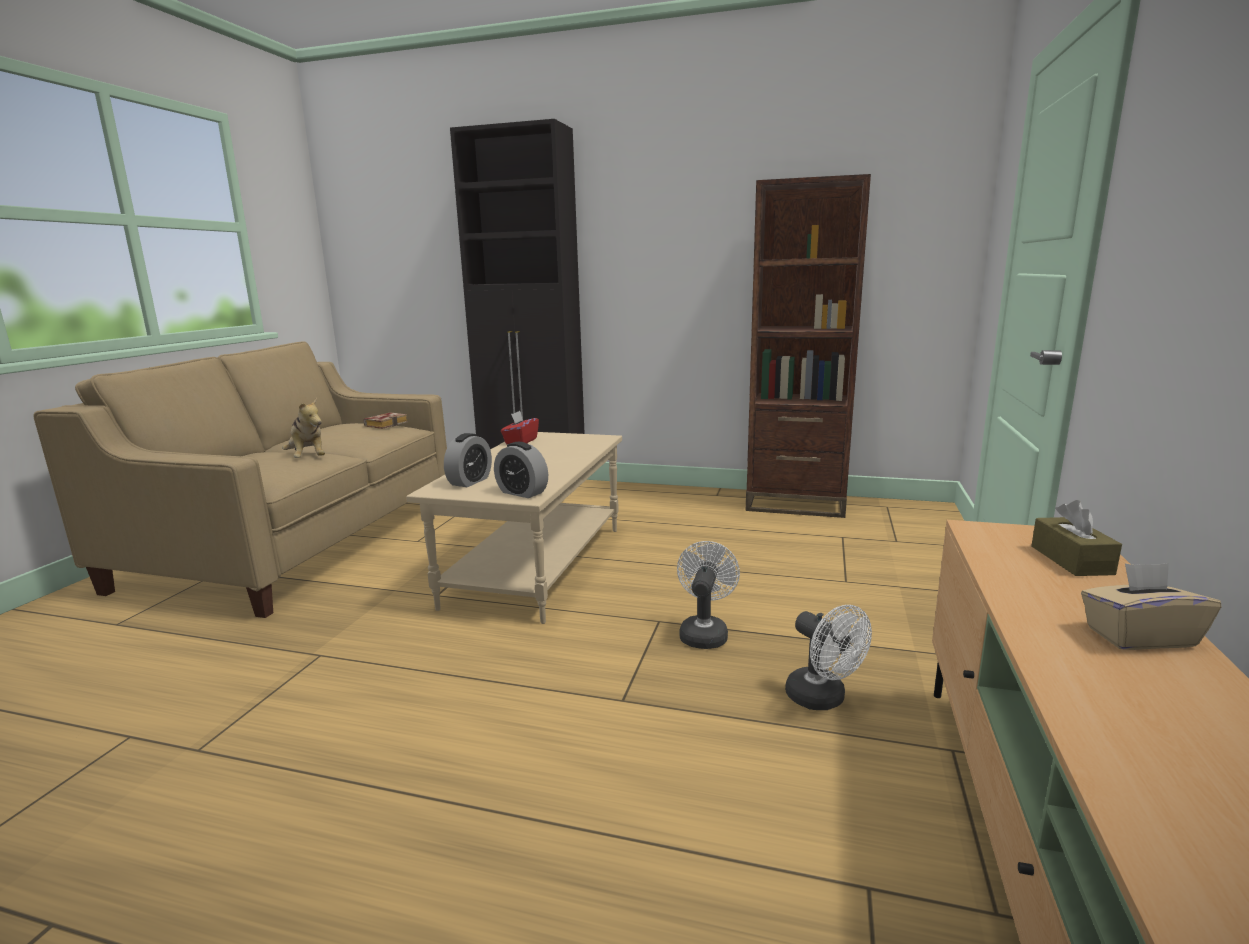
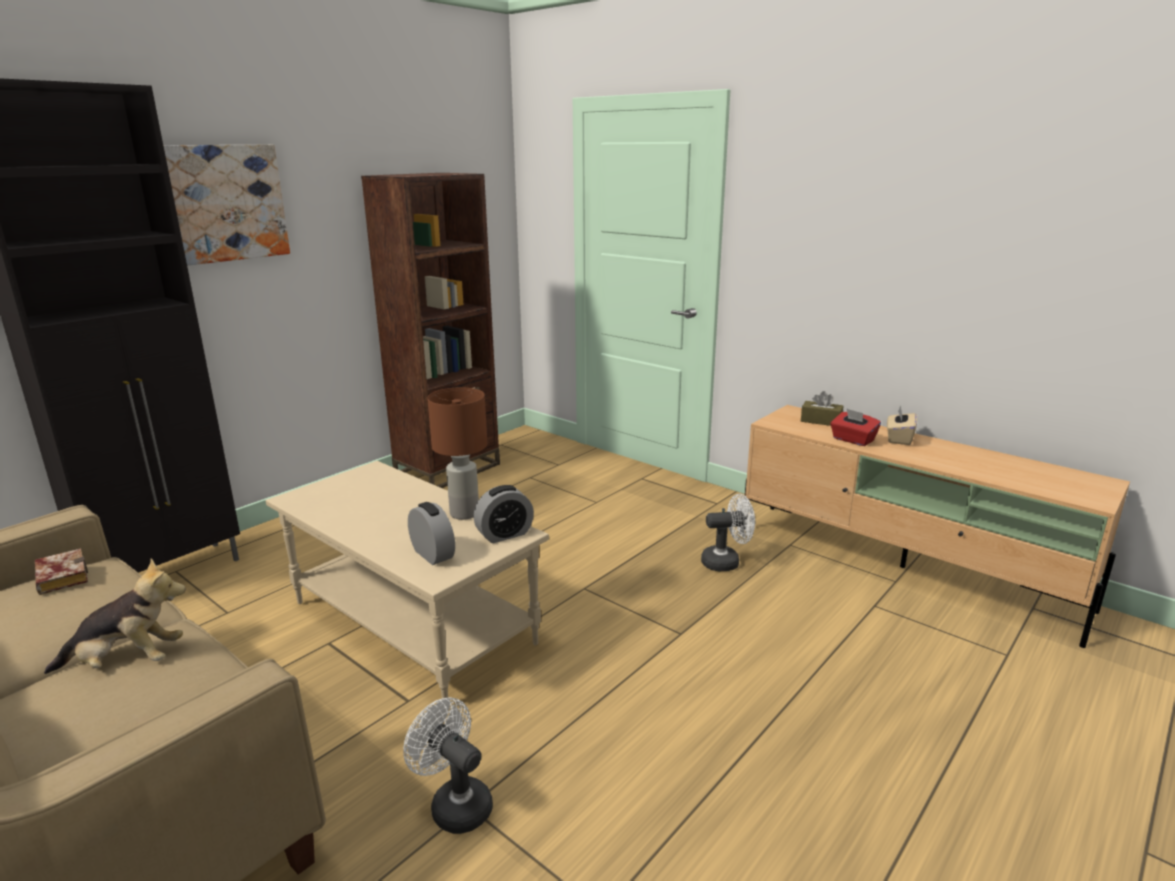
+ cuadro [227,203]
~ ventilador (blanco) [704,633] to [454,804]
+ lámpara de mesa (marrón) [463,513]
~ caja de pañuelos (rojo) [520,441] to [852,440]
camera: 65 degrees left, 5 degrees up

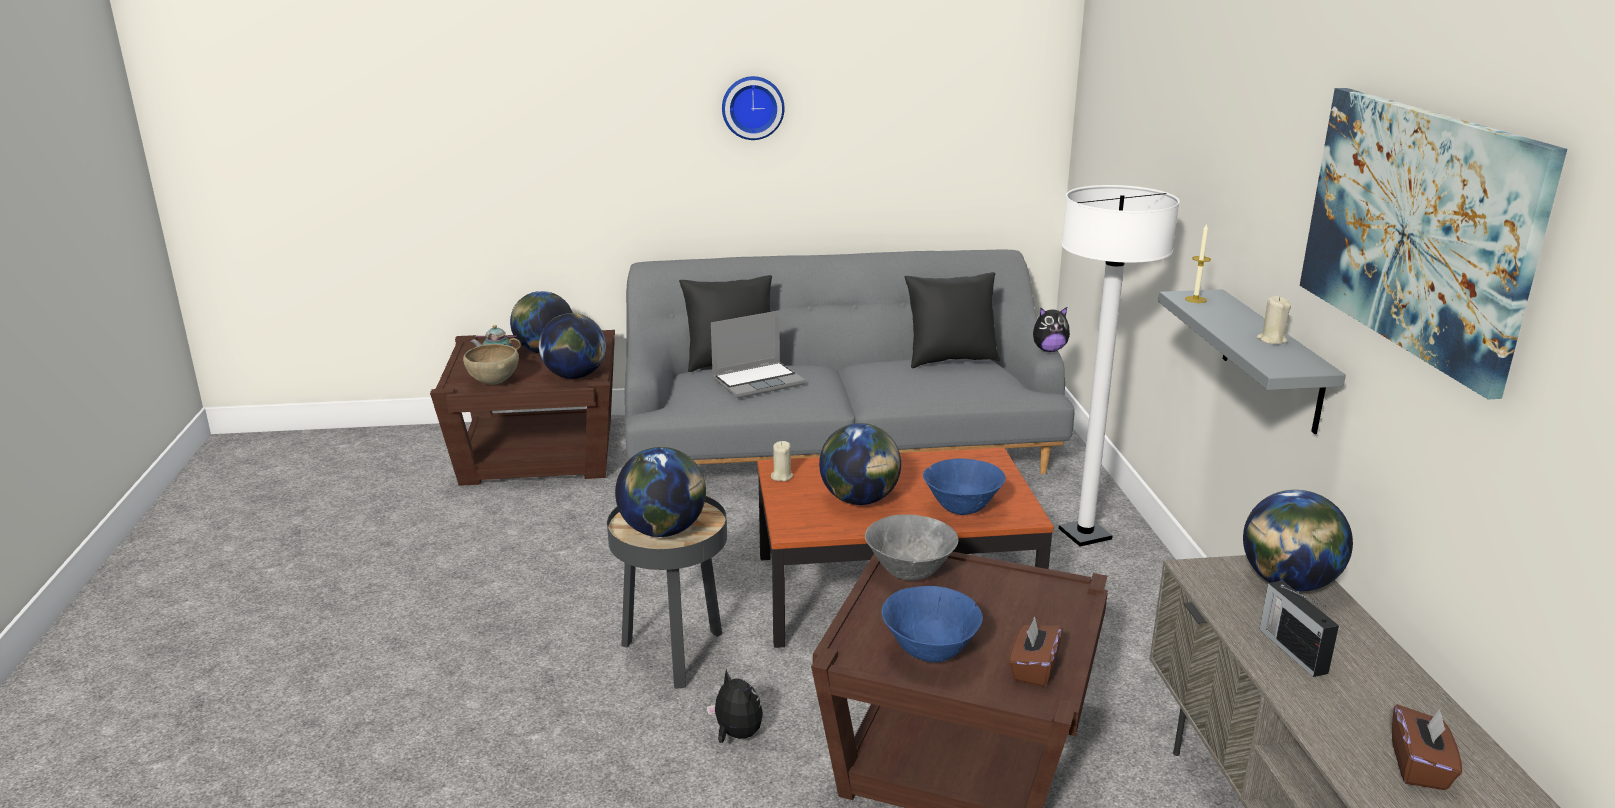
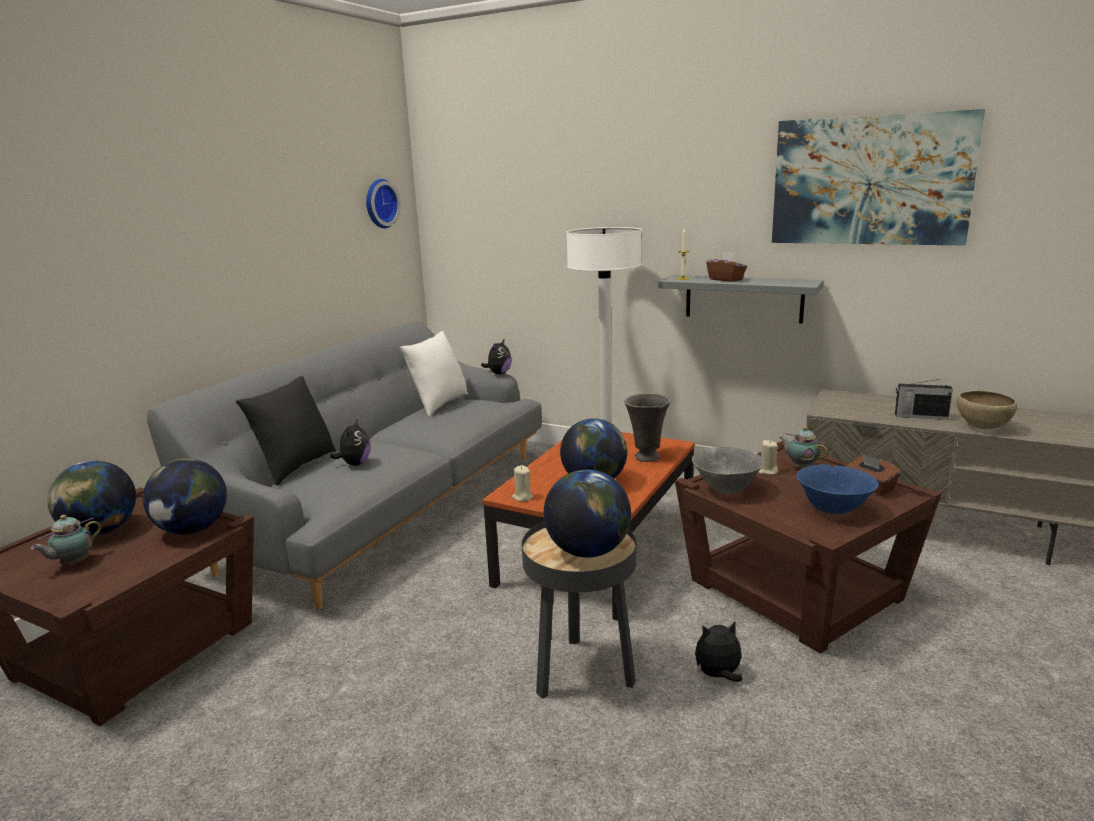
~ portátil [758,381] to peluche [355,464]
~ reloj de pared [752,107] to [379,203]
~ cojín (negro) [950,360] to cojín (blanco) [438,404]
~ cuenco (azul) [961,509] to florero (gris) [646,458]
~ caja de pañuelos (marrón) [1419,767] to [726,279]
~ vela (beis) [1271,340] to [767,471]
+ tetera [800,467]
~ cuenco (marrón) [493,383] to [982,428]
- globo terráqueo [1288,583]
camera: 55 degrees left, 5 degrees down

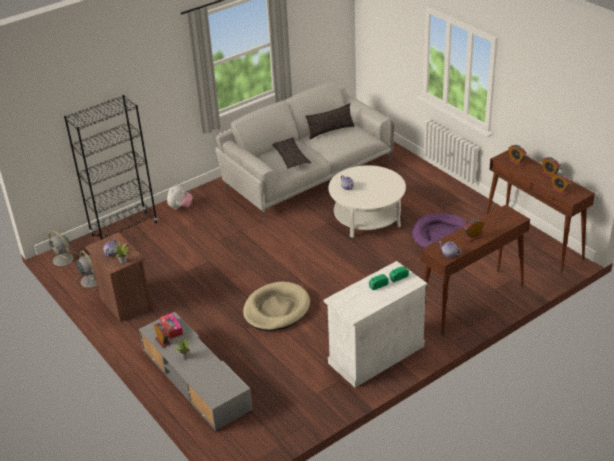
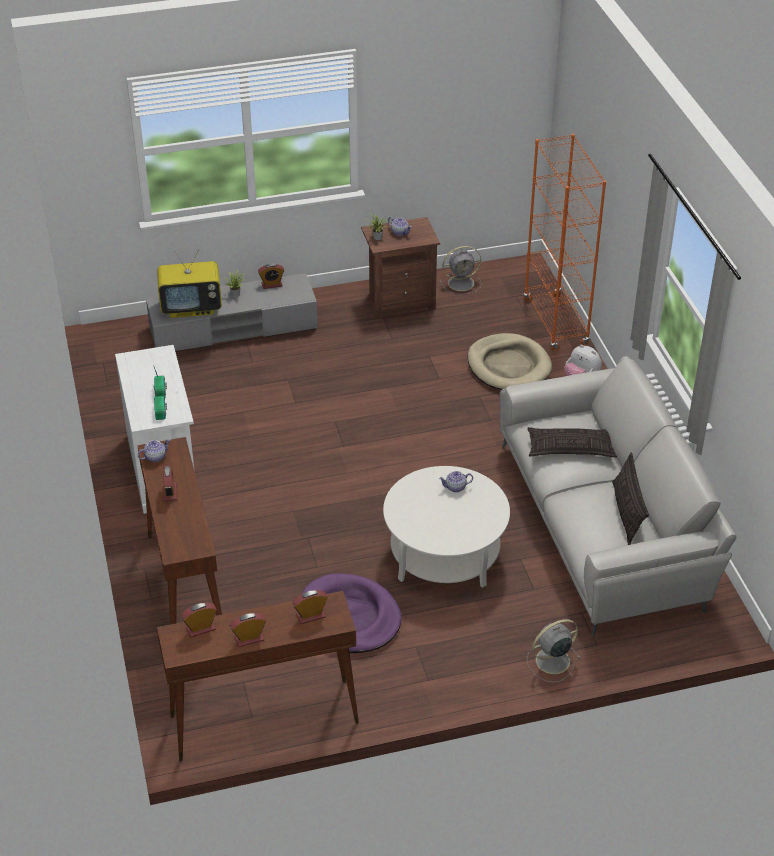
+ televisor [192,307]
~ cama para perro (beis) [276,309] to [508,366]
~ estantería (negro) [124,229] to estantería (naranja) [555,323]
~ ventilador (gris) [63,260] to [551,661]
- caja de pañuelos [171,329]
camera: 110 degrees right, 5 degrees up

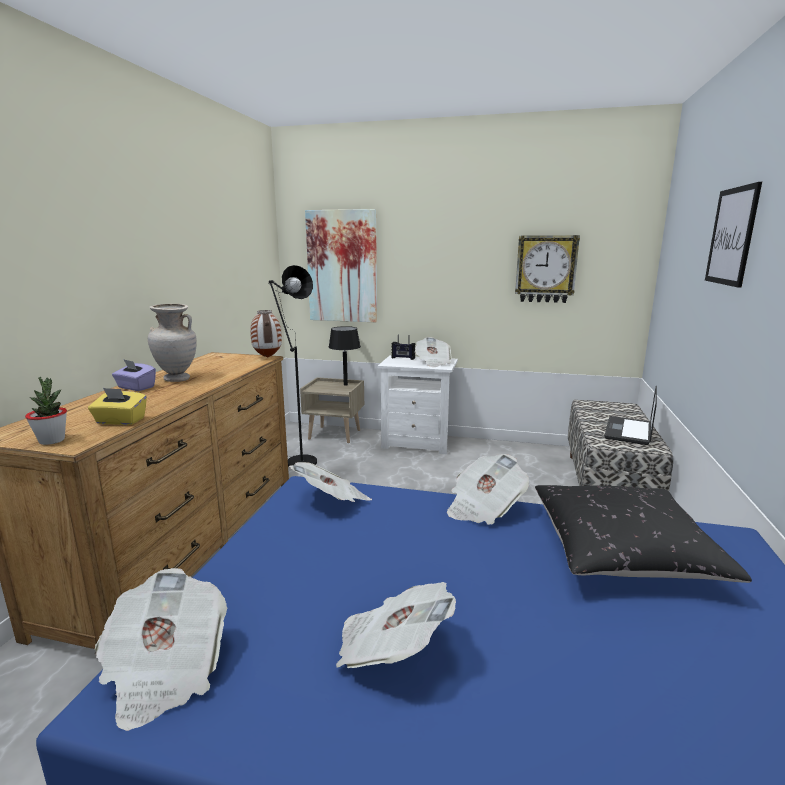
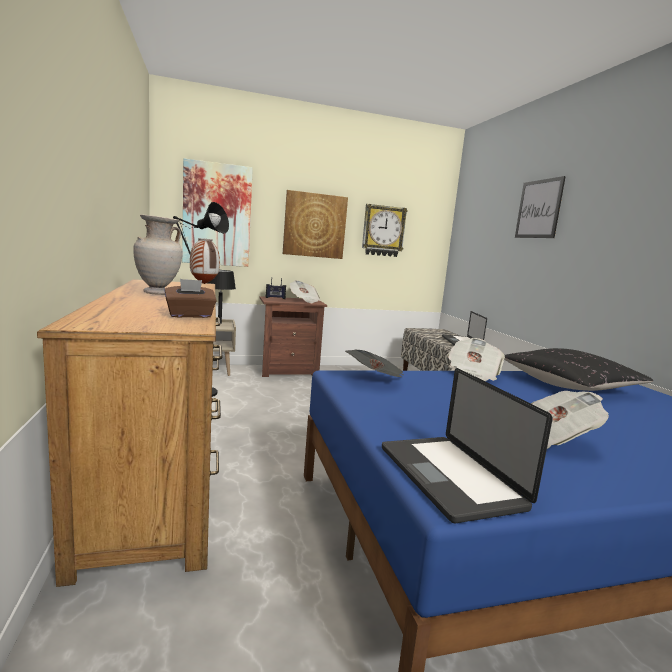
~ caja de pañuelos (amarillo) [120,421] to caja de pañuelos (marrón) [190,315]
~ mesita de noche (blanco) [418,442] to mesita de noche (marrón) [288,371]
+ cuadro [314,225]
~ periódico [165,670] to portátil [448,477]
- planta en maceta [52,440]
- caja de pañuelos (morado) [135,387]
camera: 30 degrees left, 5 degrees down

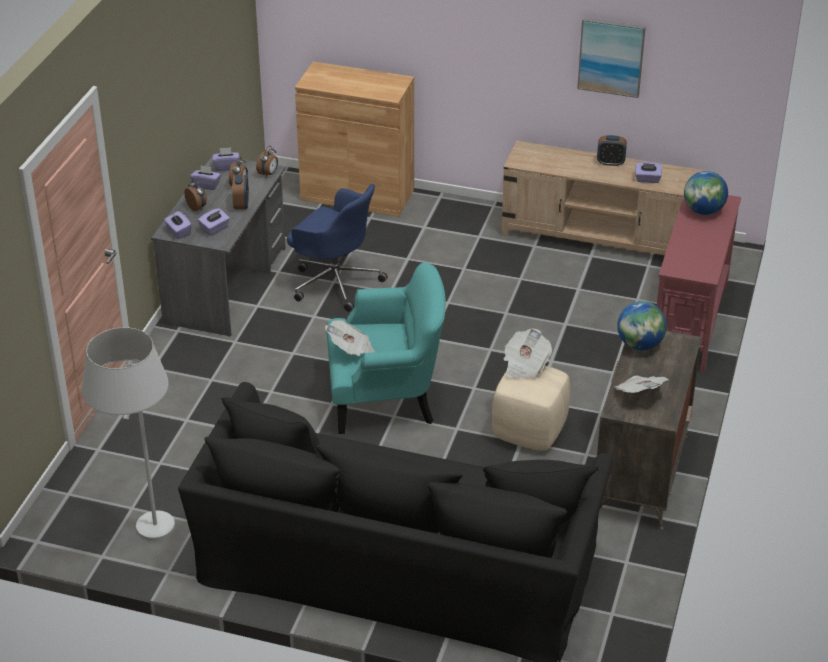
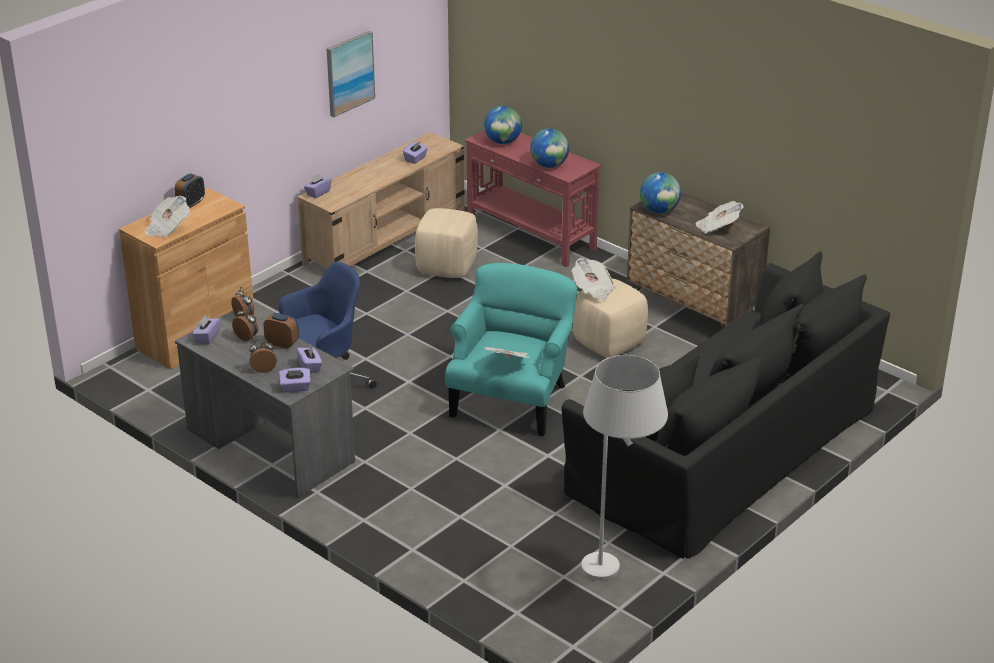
+ periódico [167,228]
~ despertador [610,162] to [191,203]
~ caja de pañuelos (morado) [206,185] to [318,193]
+ puf (beis) [447,267]
+ globo terráqueo [549,165]
camera: 65 degrees left, 5 degrees down

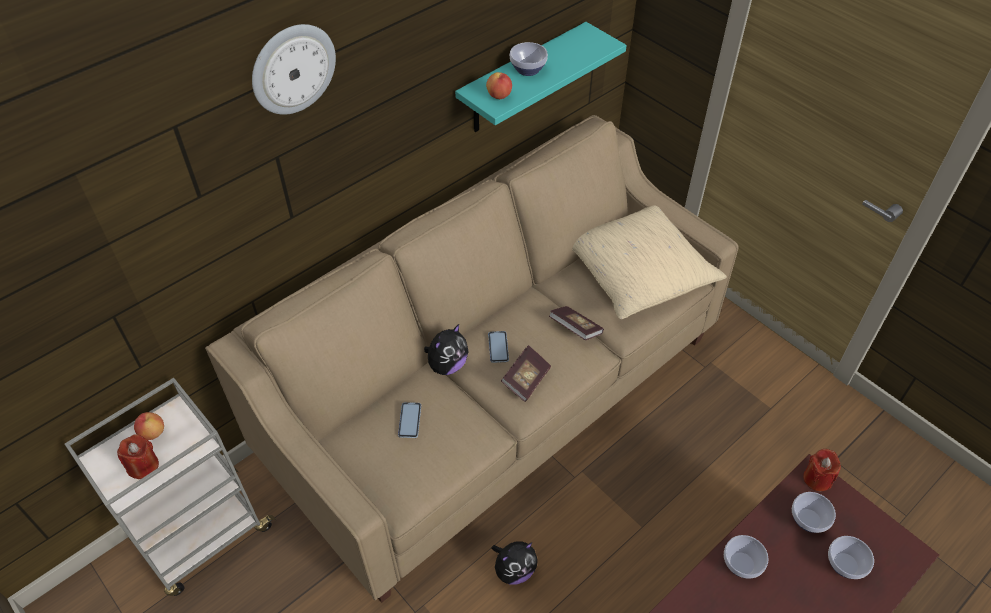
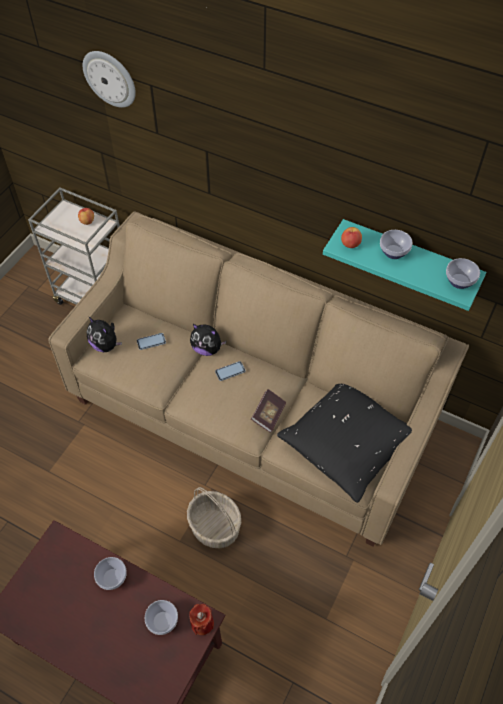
~ reloj de pared [292,68] to [110,78]
~ peluche [514,570] to [106,345]
+ cesta [215,527]
~ cojín (beis) [638,271] to cojín (negro) [347,443]
~ cuenco [843,565] to [459,280]
- vela (rojo) [143,466]
- libro [526,380]
camera: 70 degrees right, 5 degrees up

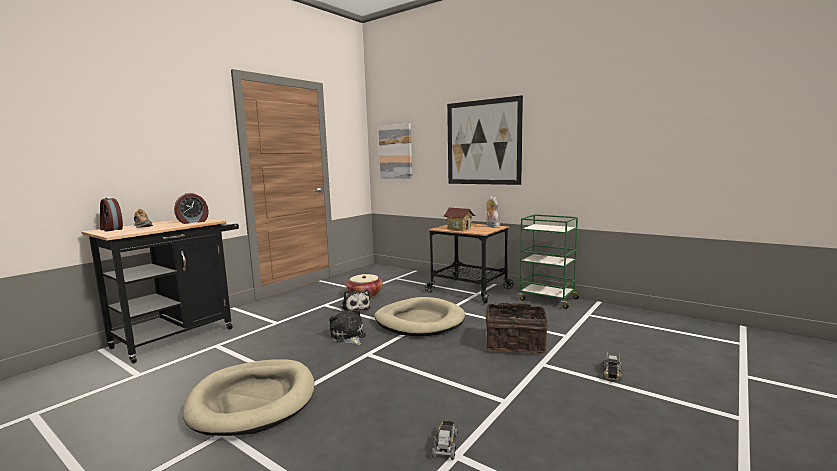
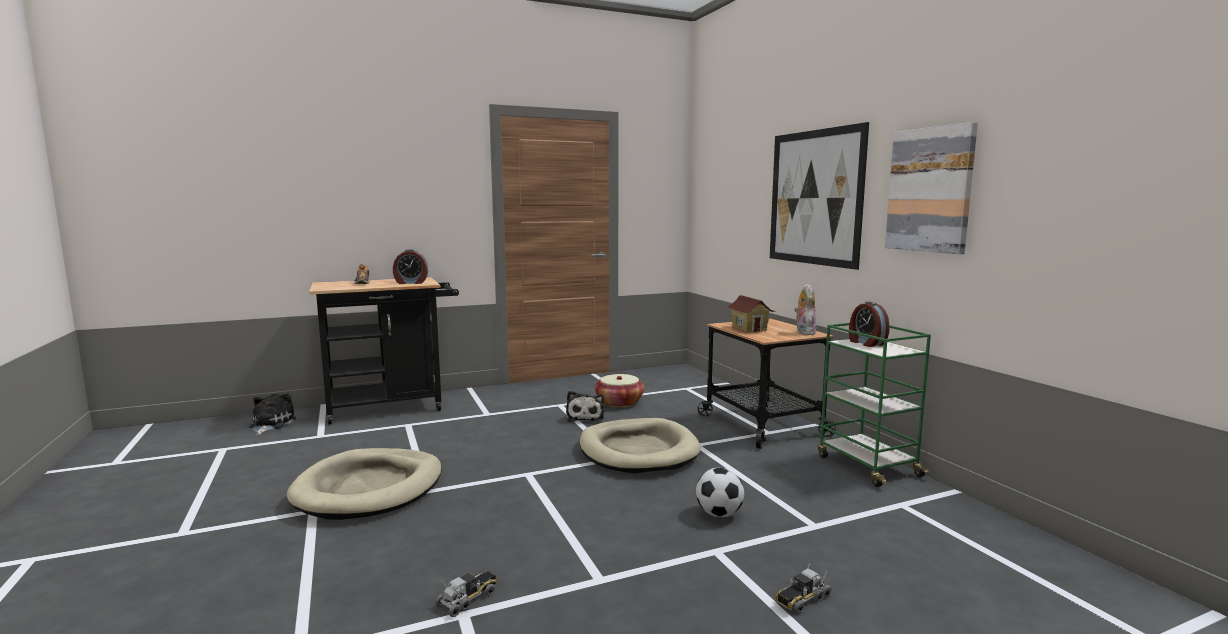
~ peluche [348,336] to [270,424]
~ cesta [515,344] to balón de fútbol [719,514]
~ despertador [111,229] to [866,343]
~ cuadro [396,151] to [930,190]
camera: 30 degrees right, 0 degrees up

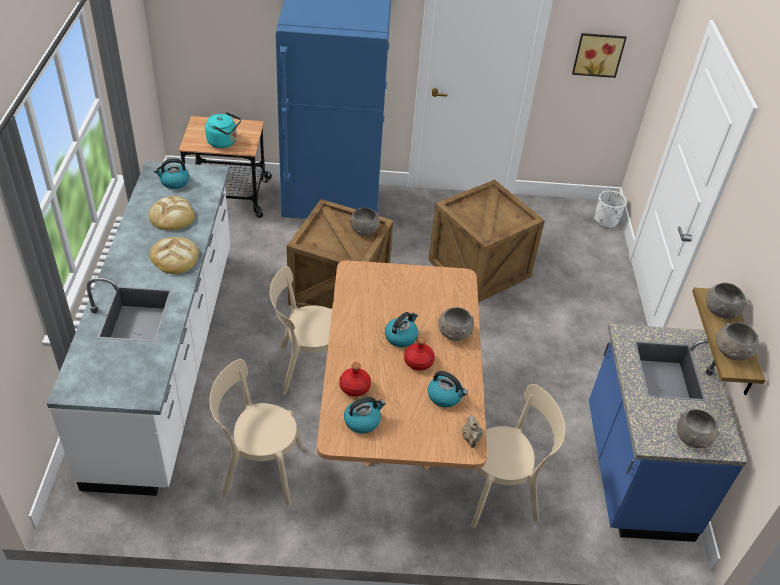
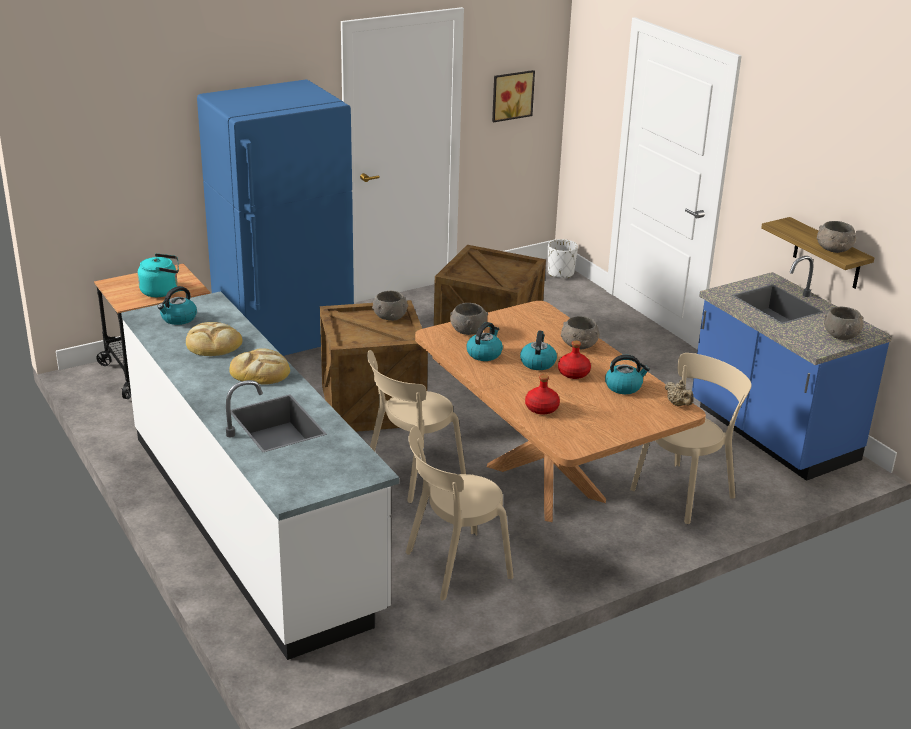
~ cuenco (gris) [720,310] to [468,331]
~ hervidor [362,421] to [484,354]
camera: 30 degrees left, 15 degrees down

